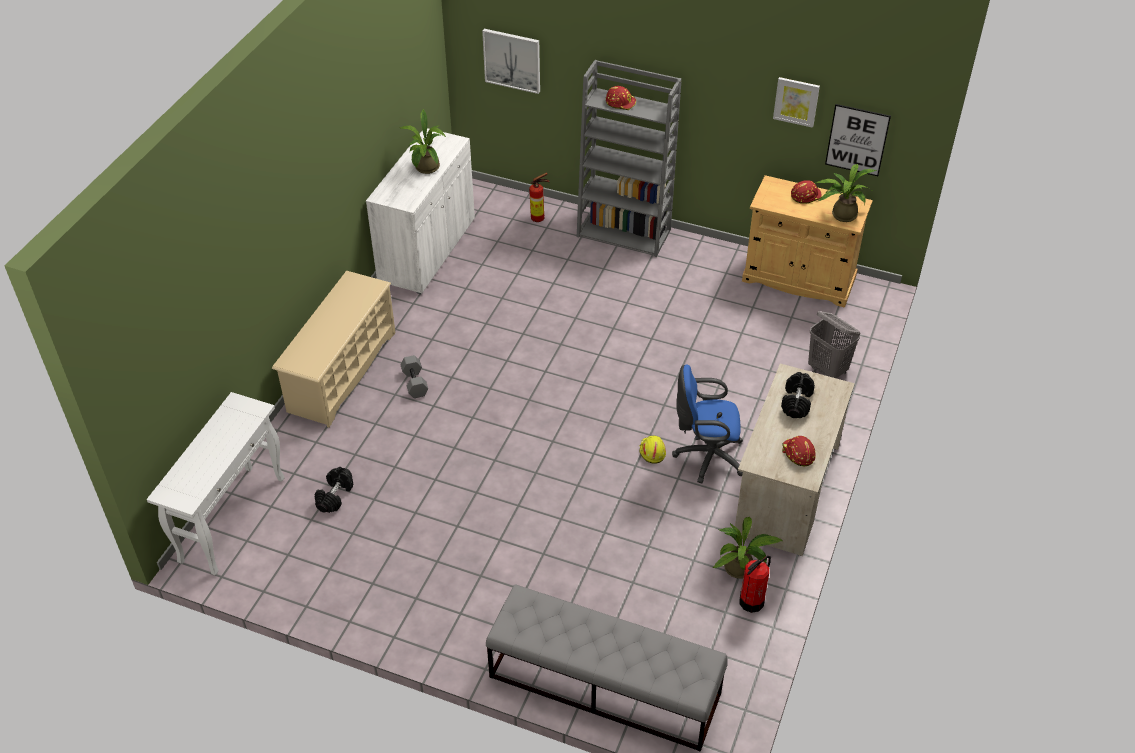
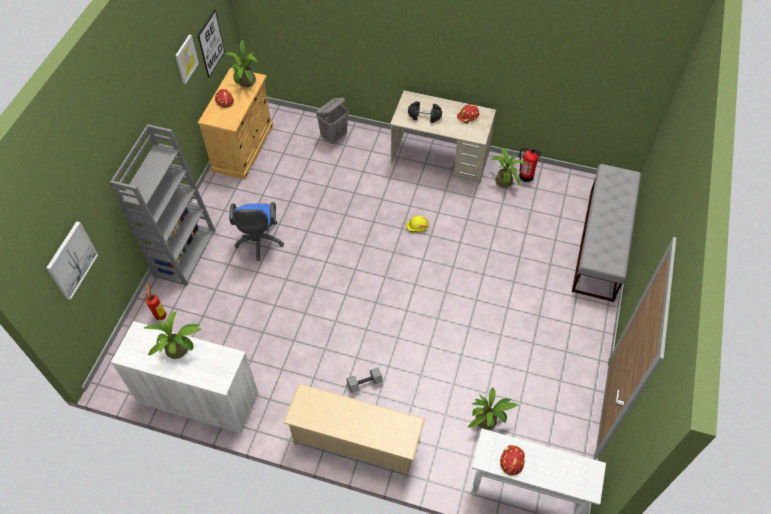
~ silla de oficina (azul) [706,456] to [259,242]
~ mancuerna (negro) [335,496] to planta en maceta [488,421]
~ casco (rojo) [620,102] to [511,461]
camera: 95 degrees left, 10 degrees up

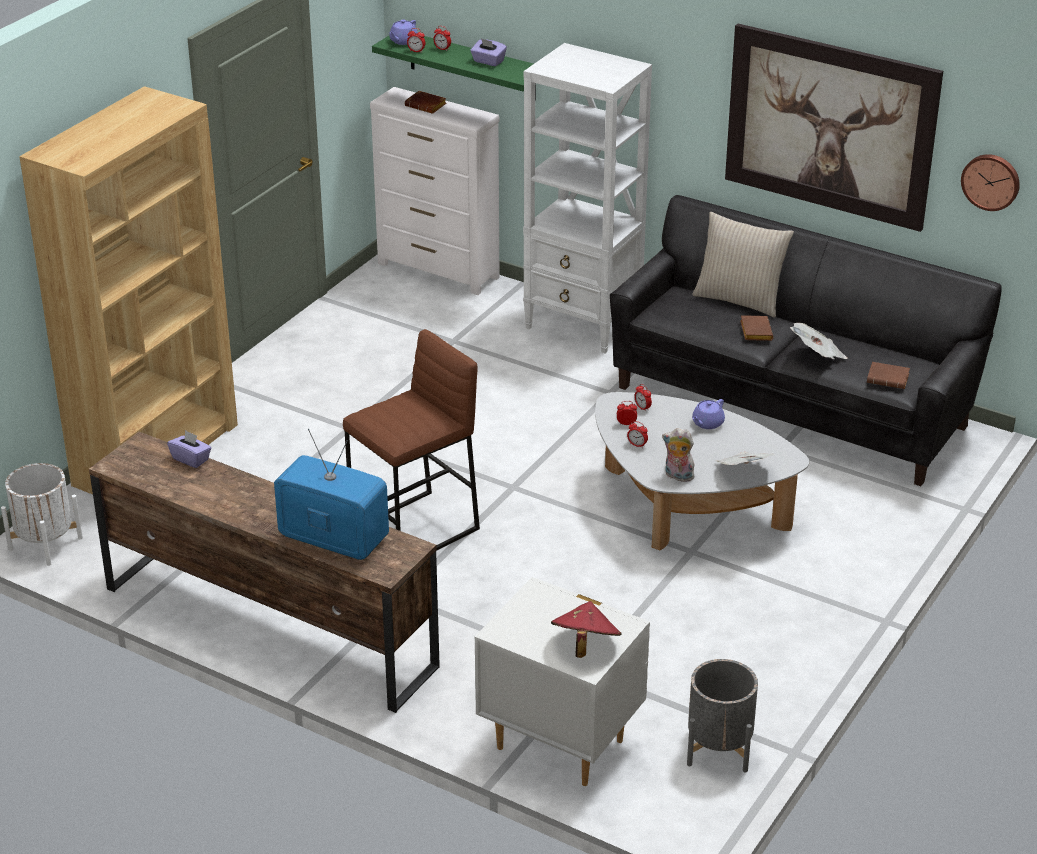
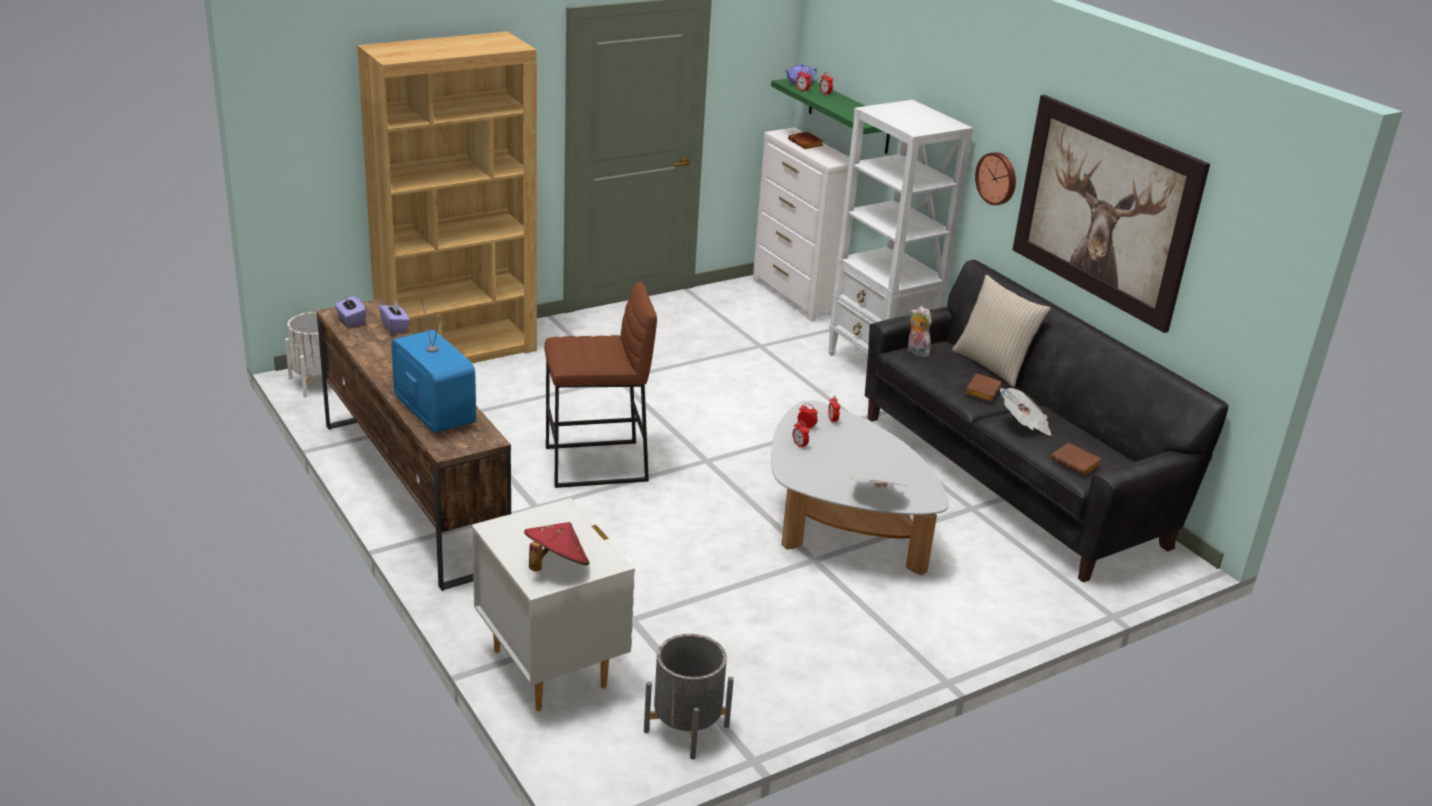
~ caja de pañuelos (morado) [488,61] to [351,320]
~ peluche [677,476] to [916,352]
~ reloj de pared [991,181] to [997,178]
- tetera (morado) [707,423]
camera: 25 degrees right, 5 degrees down

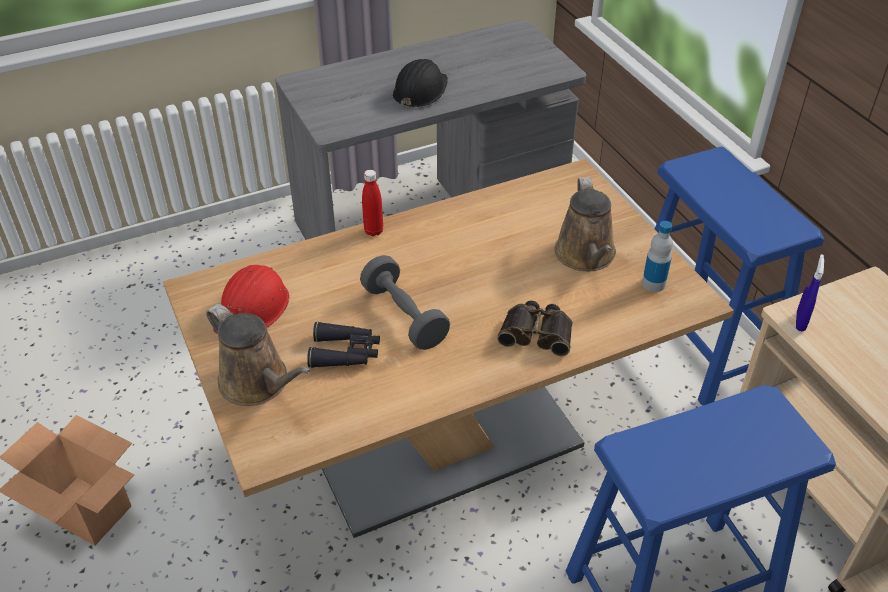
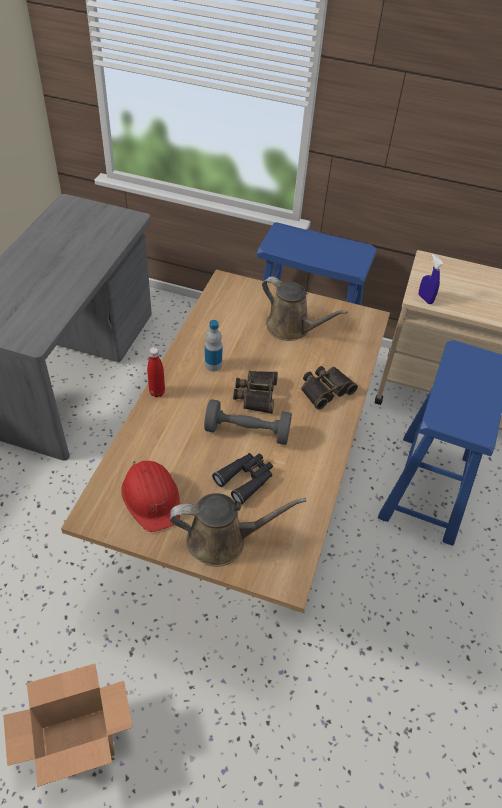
~ botella [653,284] to [213,365]
+ prismáticos [255,394]
- casco (negro) [420,91]
camera: 50 degrees left, 5 degrees up

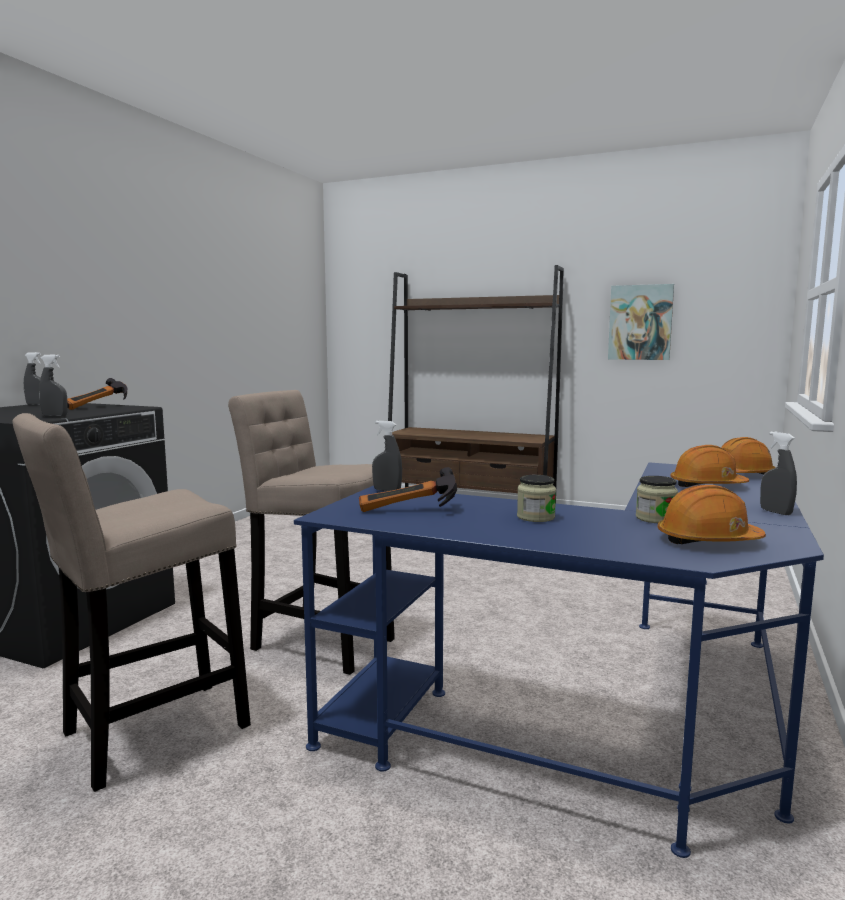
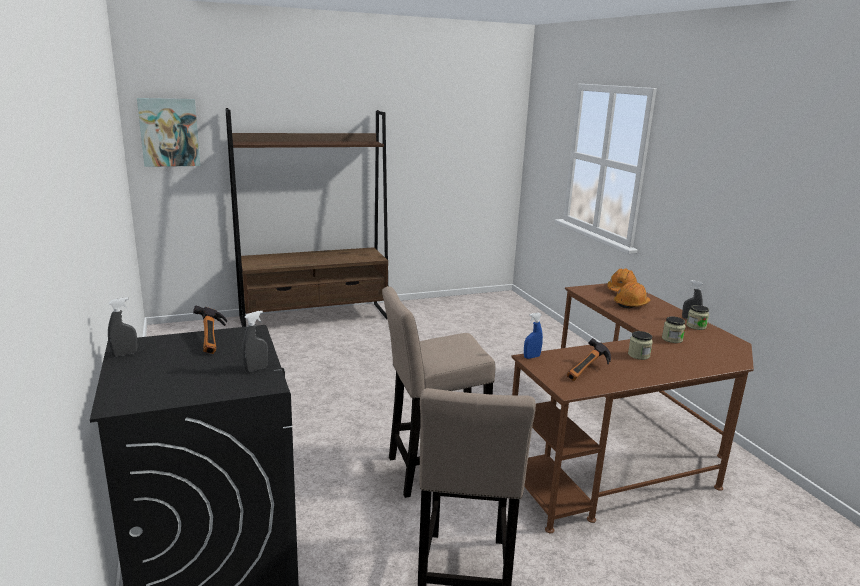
~ cuadro [640,322] to [169,132]
~ escritorio (azul) [603,720] to escritorio (marrón) [622,446]
~ pulverizador (gris) [387,490] to pulverizador (azul) [531,357]
+ tarro [696,326]
- casco (naranja) [707,541]
camera: 45 degrees left, 10 degrees up

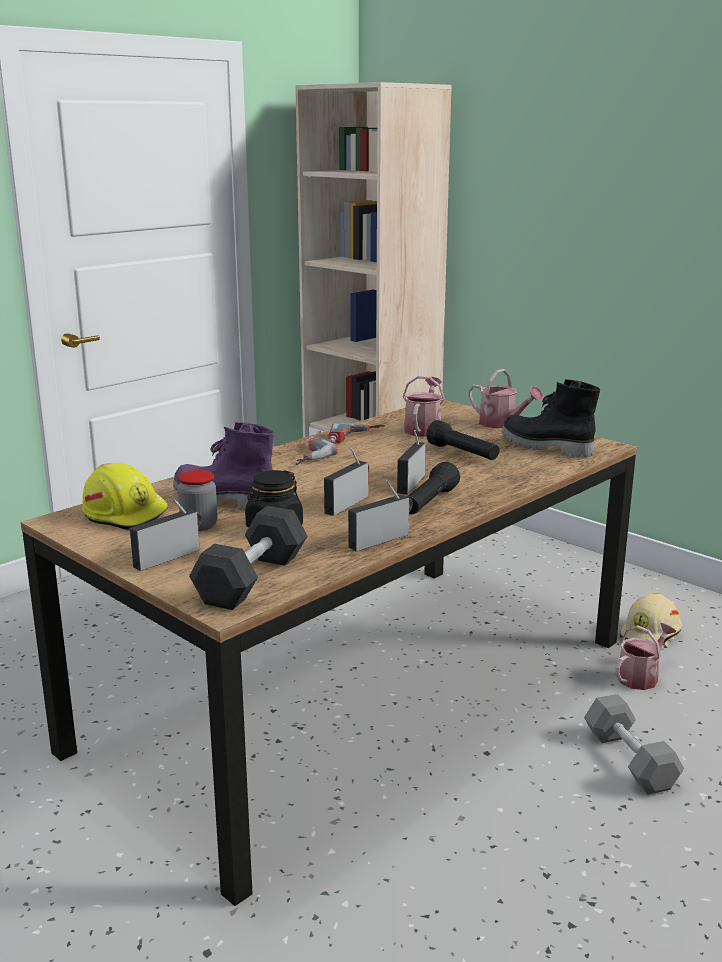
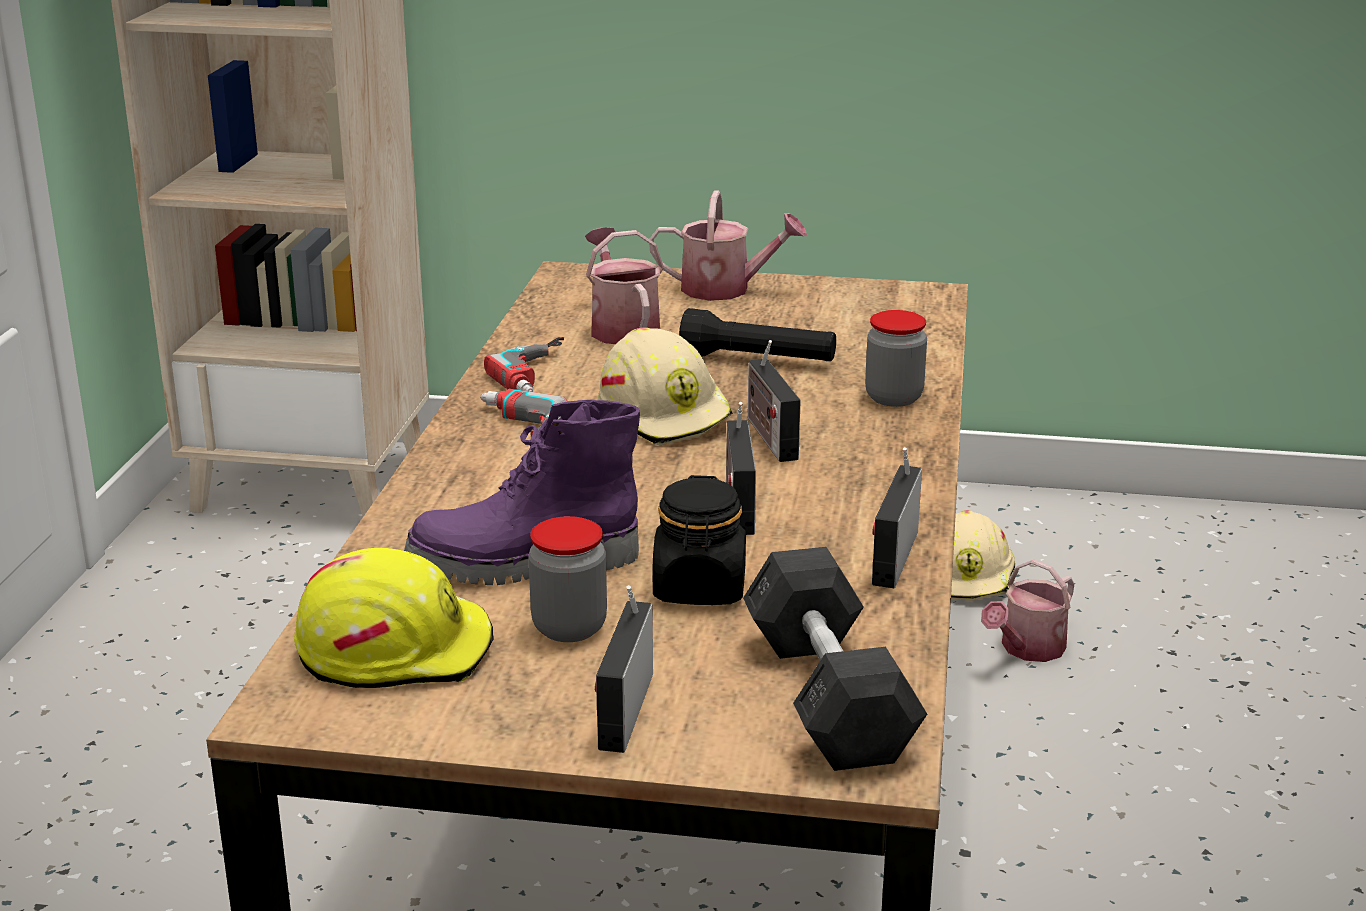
+ casco (beis) [666,414]
+ tarro [893,398]
~ regadera [641,676] = [1027,649] 150 degrees counterclockwise
- linterna (negro) [429,503]
- bota (negro) [545,447]
- mancuerna (gris) [629,760]
camera: 35 degrees left, 5 degrees up

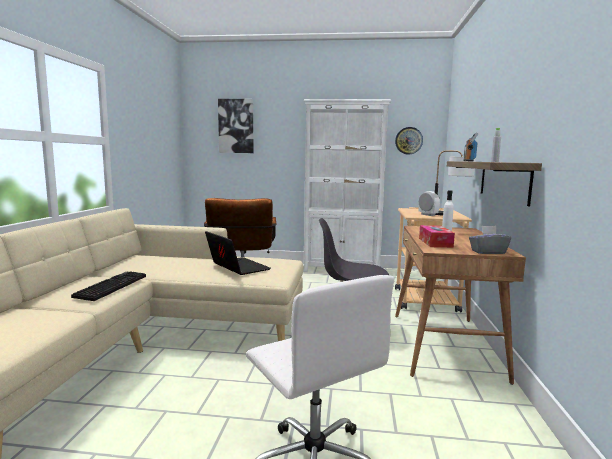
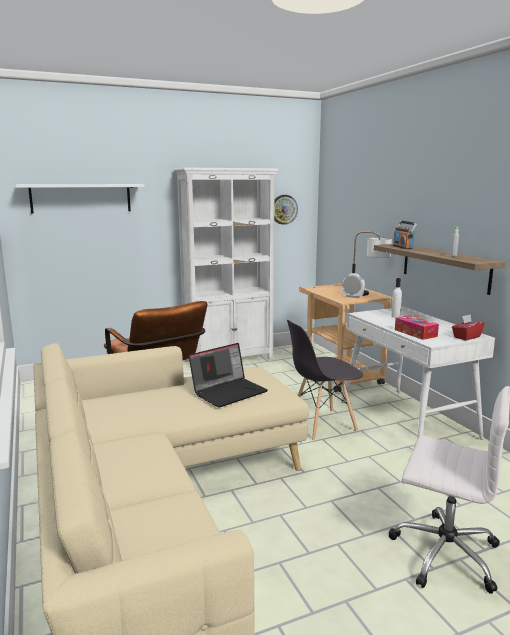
~ cuadro [236,126] to estante (blanco) [81,198]
~ portátil [236,267] = [229,391] 120 degrees clockwise
~ escritorio (marrón) [445,345] to escritorio (blanco) [407,419]
~ caja de pañuelos (gris) [488,252] to caja de pañuelos (rojo) [466,337]
- teclado [111,286]
camera: 30 degrees left, 5 degrees up

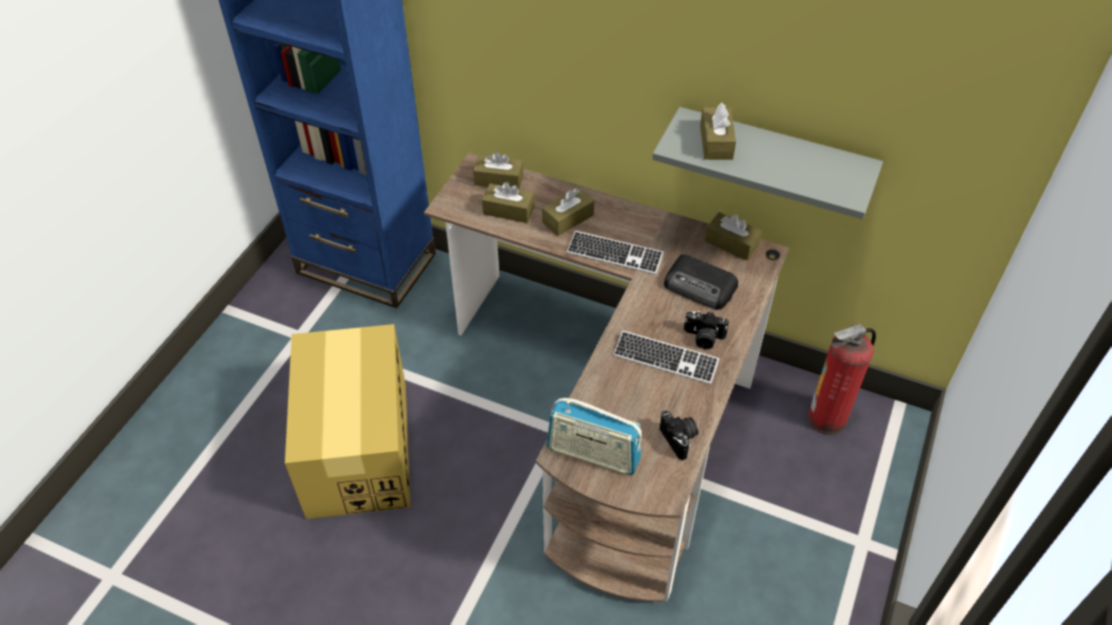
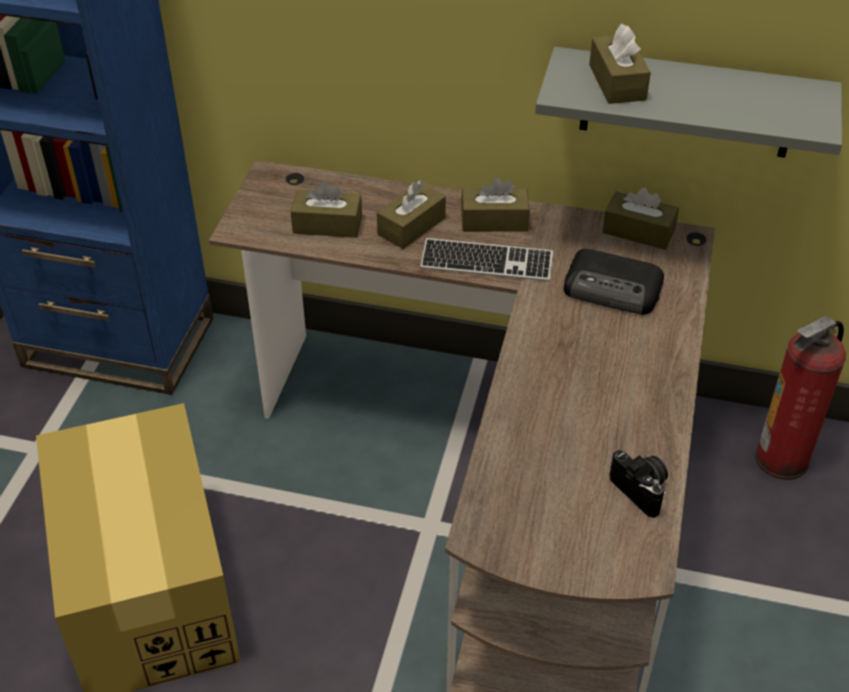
~ caja de pañuelos (marrón) [499,180] to [494,221]
- radio [593,454]
- teclado [665,359]
- cámara [703,338]
camera: 10 degrees left, 5 degrees down

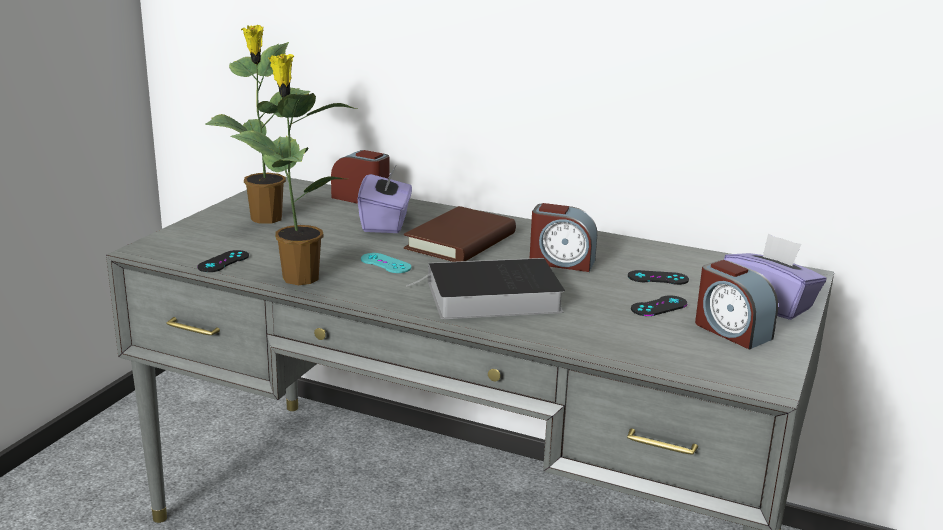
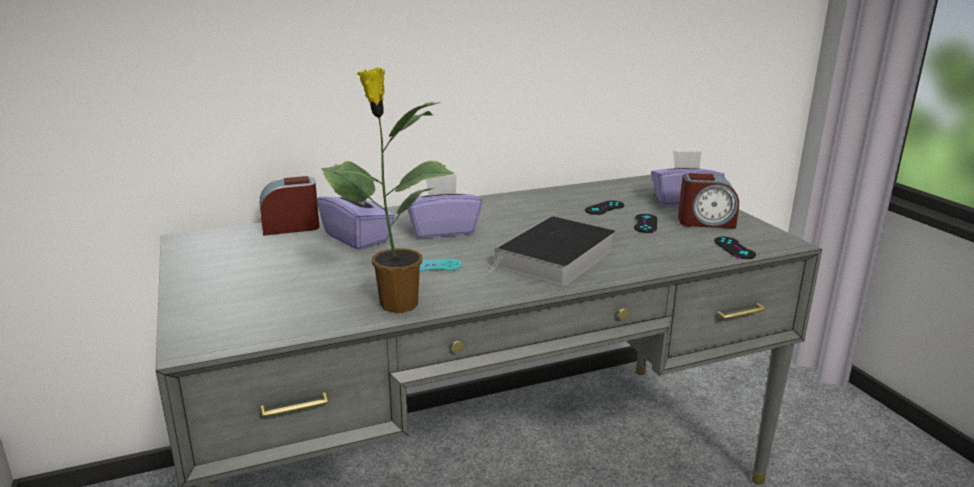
~ libro (marrón) [461,241] to caja de pañuelos (morado) [443,230]
~ mando de consola (negro) [223,261] to [734,248]
- planta en maceta [266,219]
- despertador [561,262]
camera: 45 degrees left, 0 degrees up

